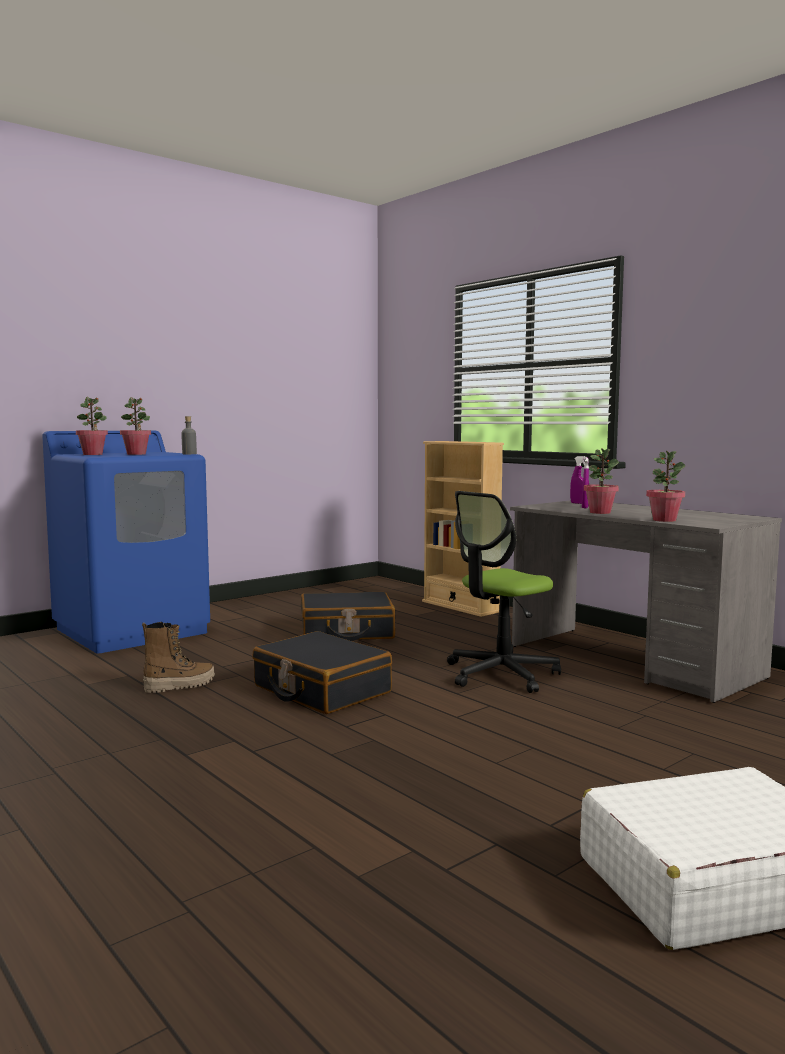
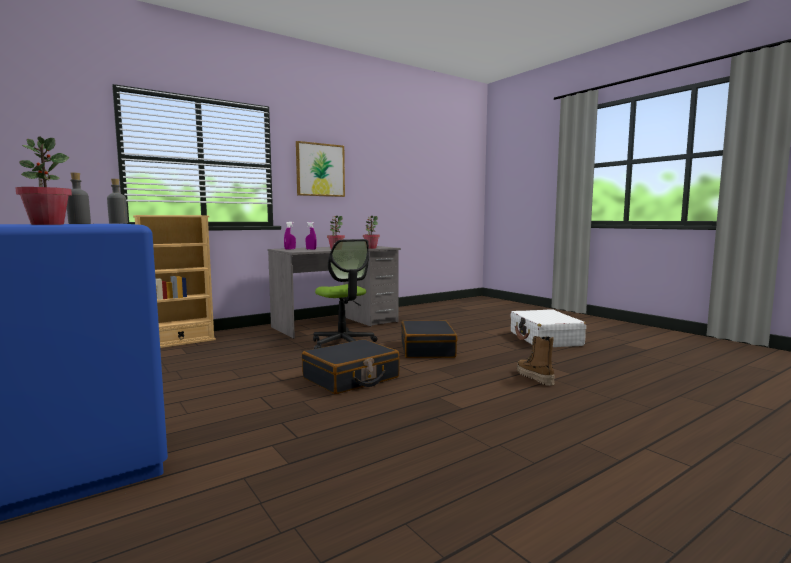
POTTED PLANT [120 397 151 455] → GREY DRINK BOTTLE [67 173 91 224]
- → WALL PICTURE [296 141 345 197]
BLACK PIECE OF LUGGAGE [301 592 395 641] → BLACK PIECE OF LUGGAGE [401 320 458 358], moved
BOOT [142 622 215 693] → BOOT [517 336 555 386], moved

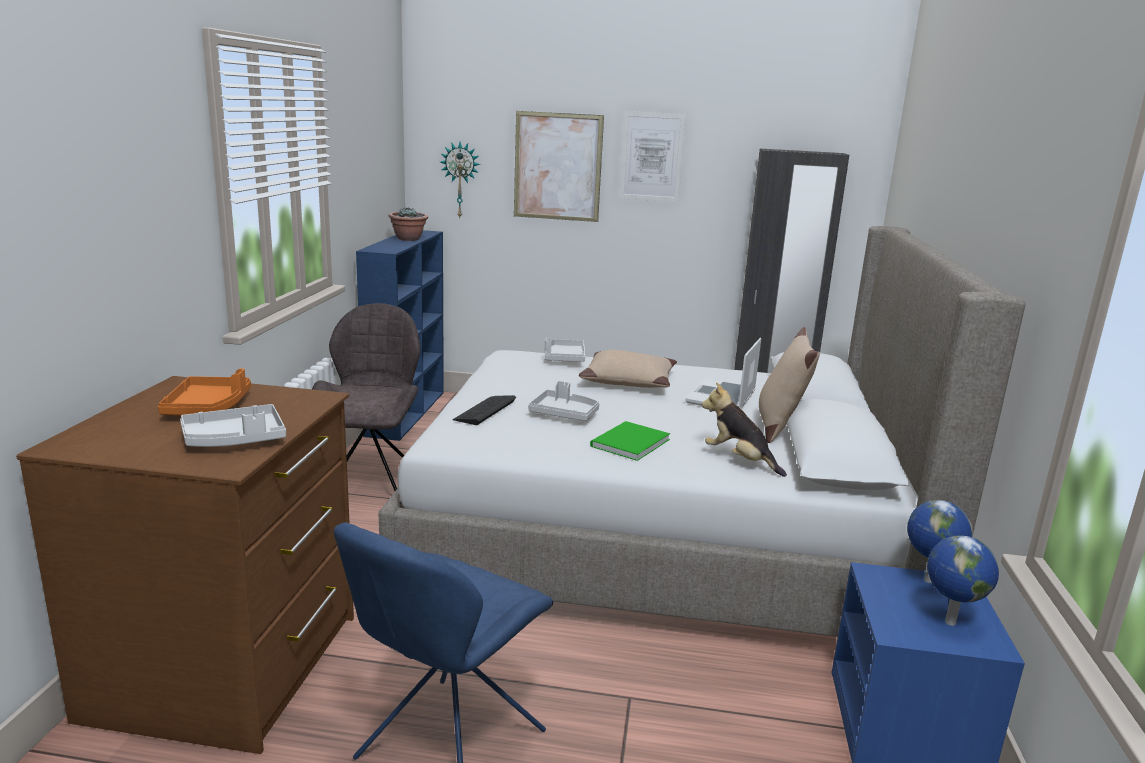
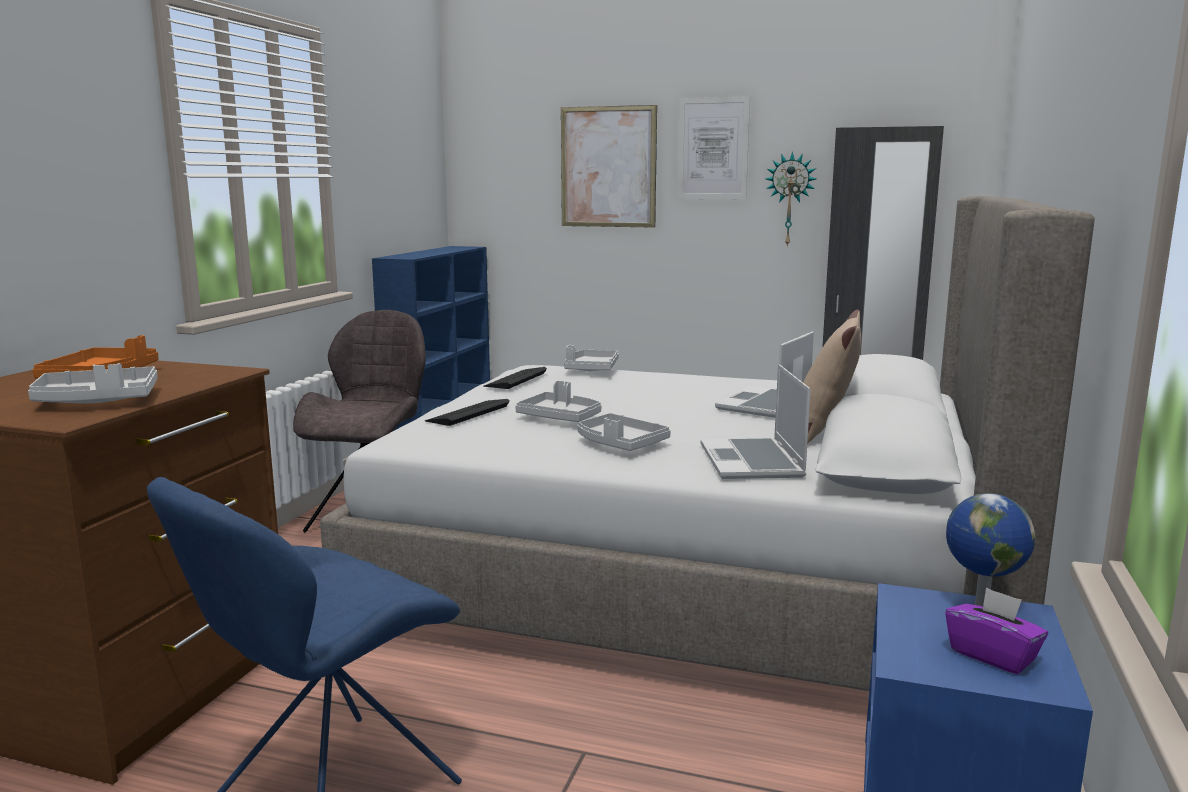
- → PC KEYBOARD [483 367 547 389]
GREEN BOUND BOOK [590 421 670 461] → GREY TRAY [577 413 671 451]
SOFT TOY [702 382 787 477] → LAPTOP [701 364 811 479]
HANGING CLOCK [440 142 481 219] → HANGING CLOCK [765 152 817 247], moved
GLOBE [927 535 999 626] → PURPLE-COLOURED BOX OF TISSUES [945 587 1048 675]
POTTED PLANT [388 207 428 241] → -
SAND-COLOURED THROW PILLOW [579 350 677 388] → -

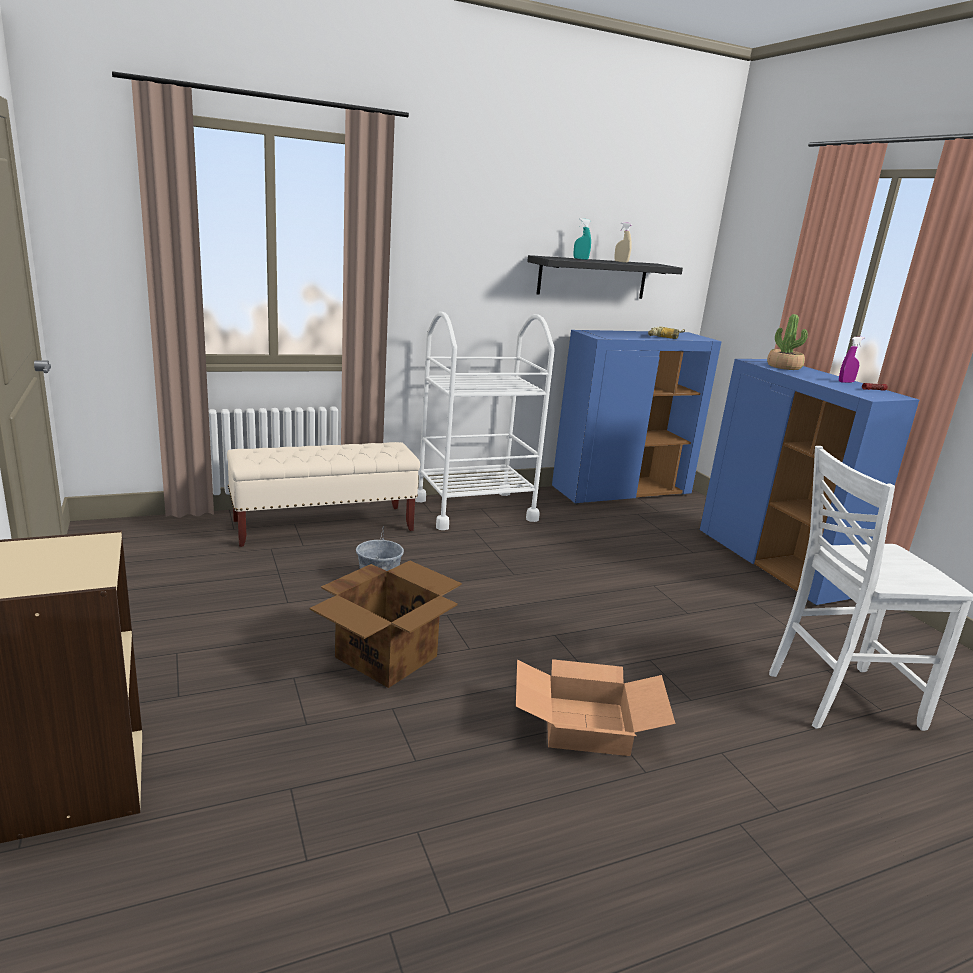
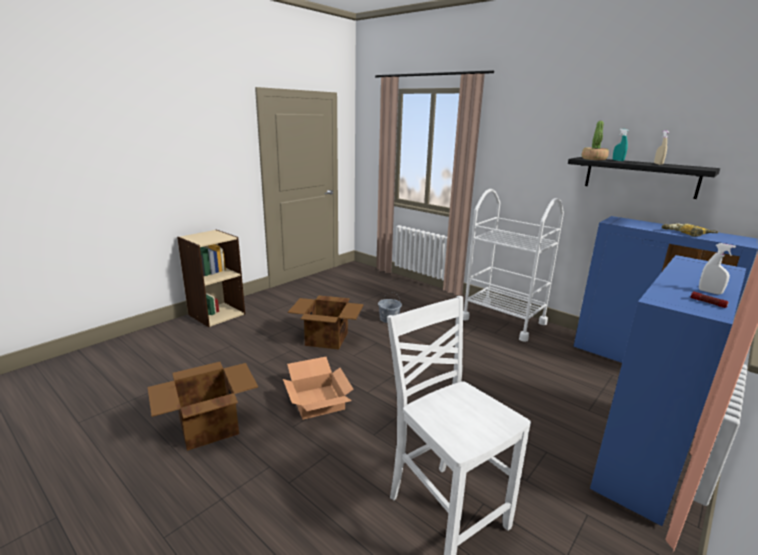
- → CARDBOARD BOX [148 362 258 451]
POTTED PLANT [767 314 808 370] → POTTED PLANT [582 121 609 160], moved
PURPLE-COLOURED SPRAY BOTTLE [839 337 865 383] → WHITISH SPRAY BOTTLE [699 243 736 294]
SAND-COLOURED LONG SEAT [227 442 420 547] → -

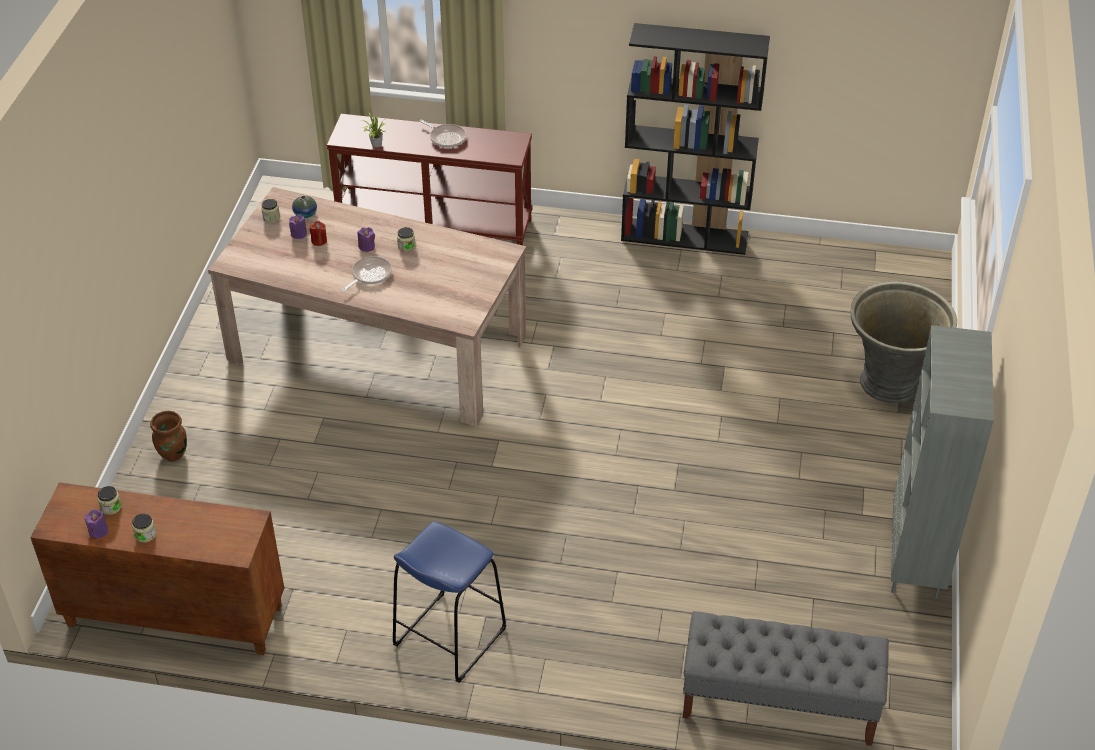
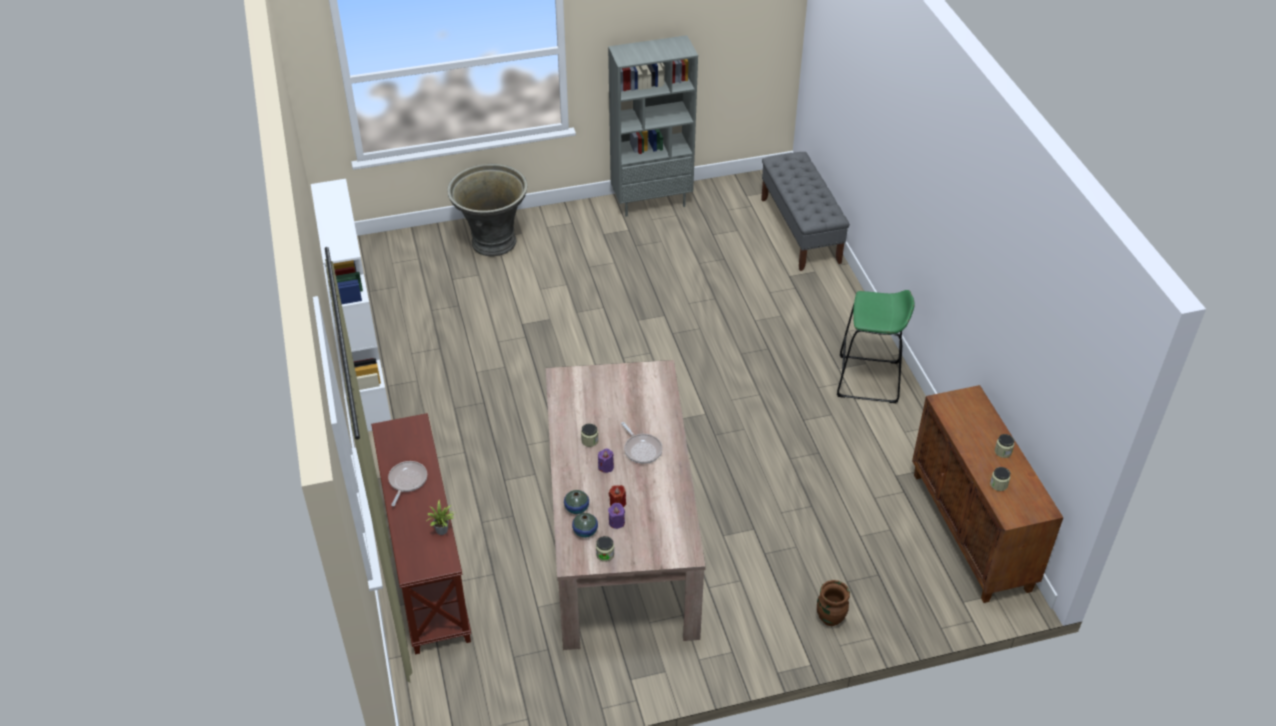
BLACK SHELVING UNIT [621 23 770 255] → WHITISH SHELVING UNIT [311 179 391 431]
- → VASE [564 490 589 514]
PAN [342 256 392 291] → PAN [621 422 663 464], 135 degrees counterclockwise
BLUE SITTING STOOL [393 521 506 683] → GREEN SITTING STOOL [837 290 915 403]
PURPLE-COLOURED WAX LIGHT [85 509 108 539] → -

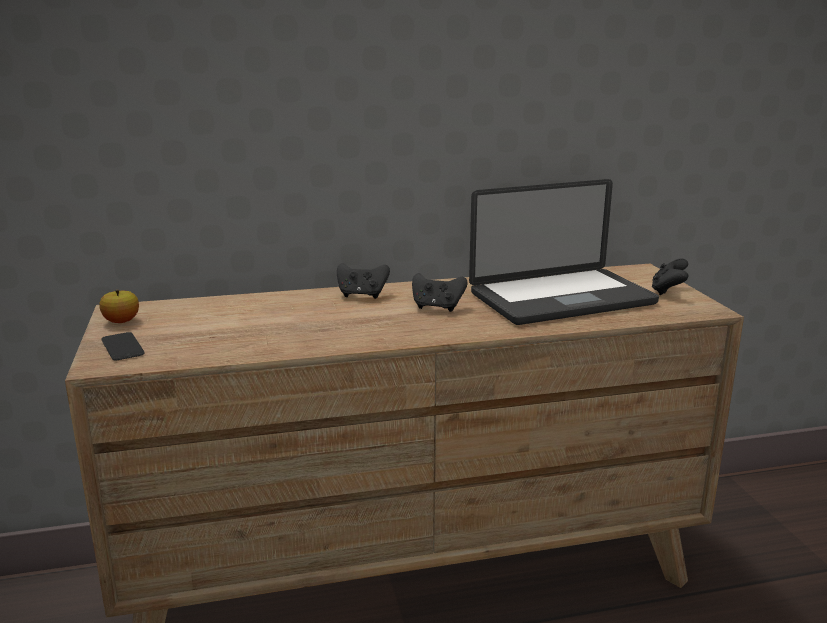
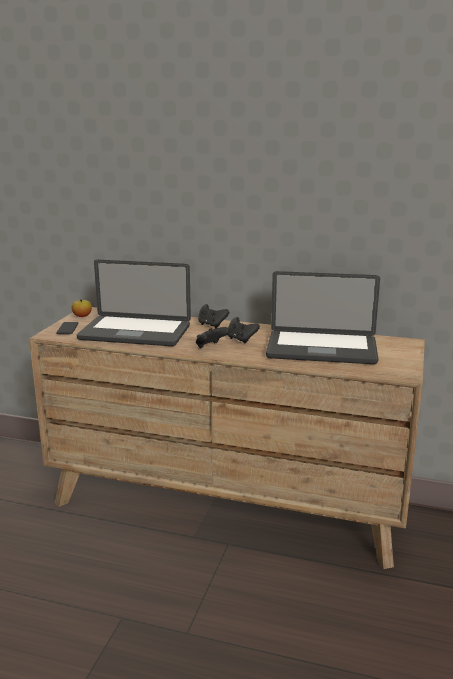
- → LAPTOP [77 260 191 346]
BLACK GAME CONTROLLER [652 259 689 295] → BLACK GAME CONTROLLER [196 327 230 348], moved

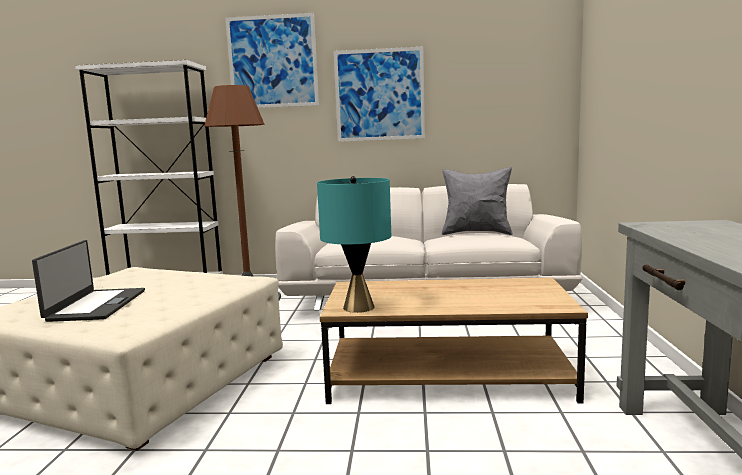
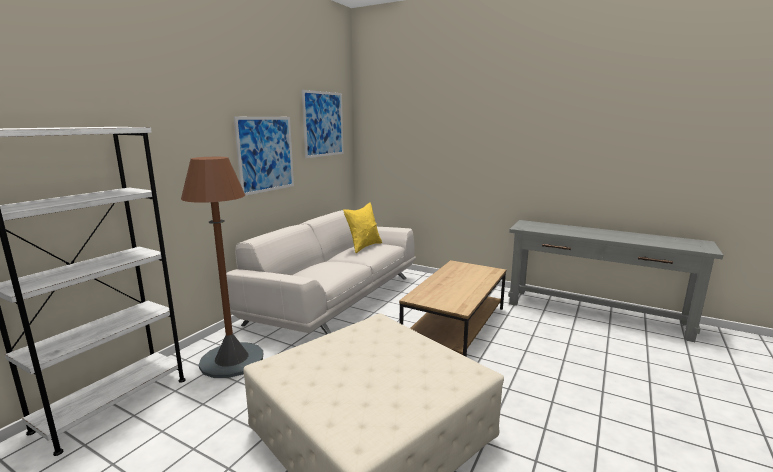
WALL PICTURE [226 13 319 108] → WALL PICTURE [302 90 344 158], moved
GREY THROW PILLOW [442 167 513 235] → YELLOWISH THROW PILLOW [343 202 382 253]
LAPTOP [32 240 145 322] → -
TURQUOISE-COLOURED LAMP FOR A TABLE [317 176 391 313] → -

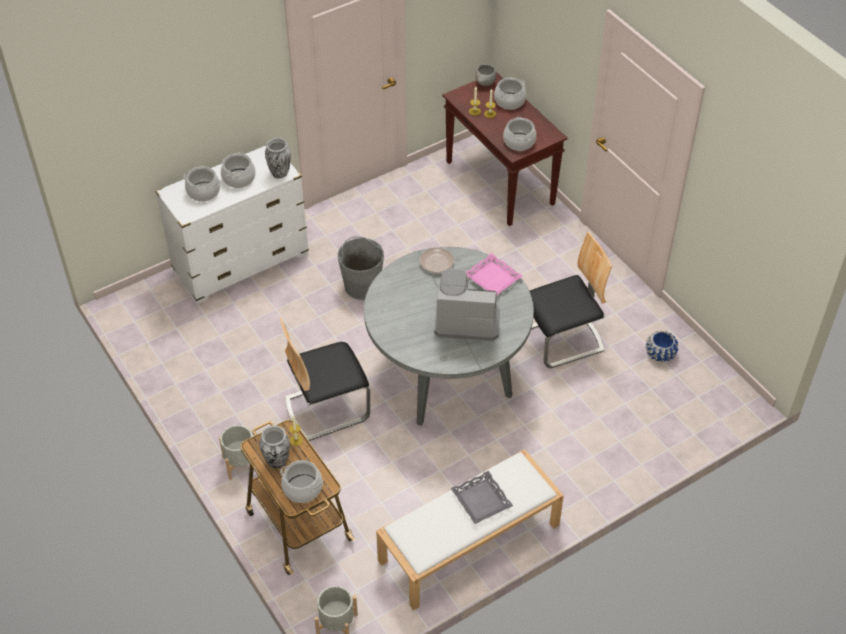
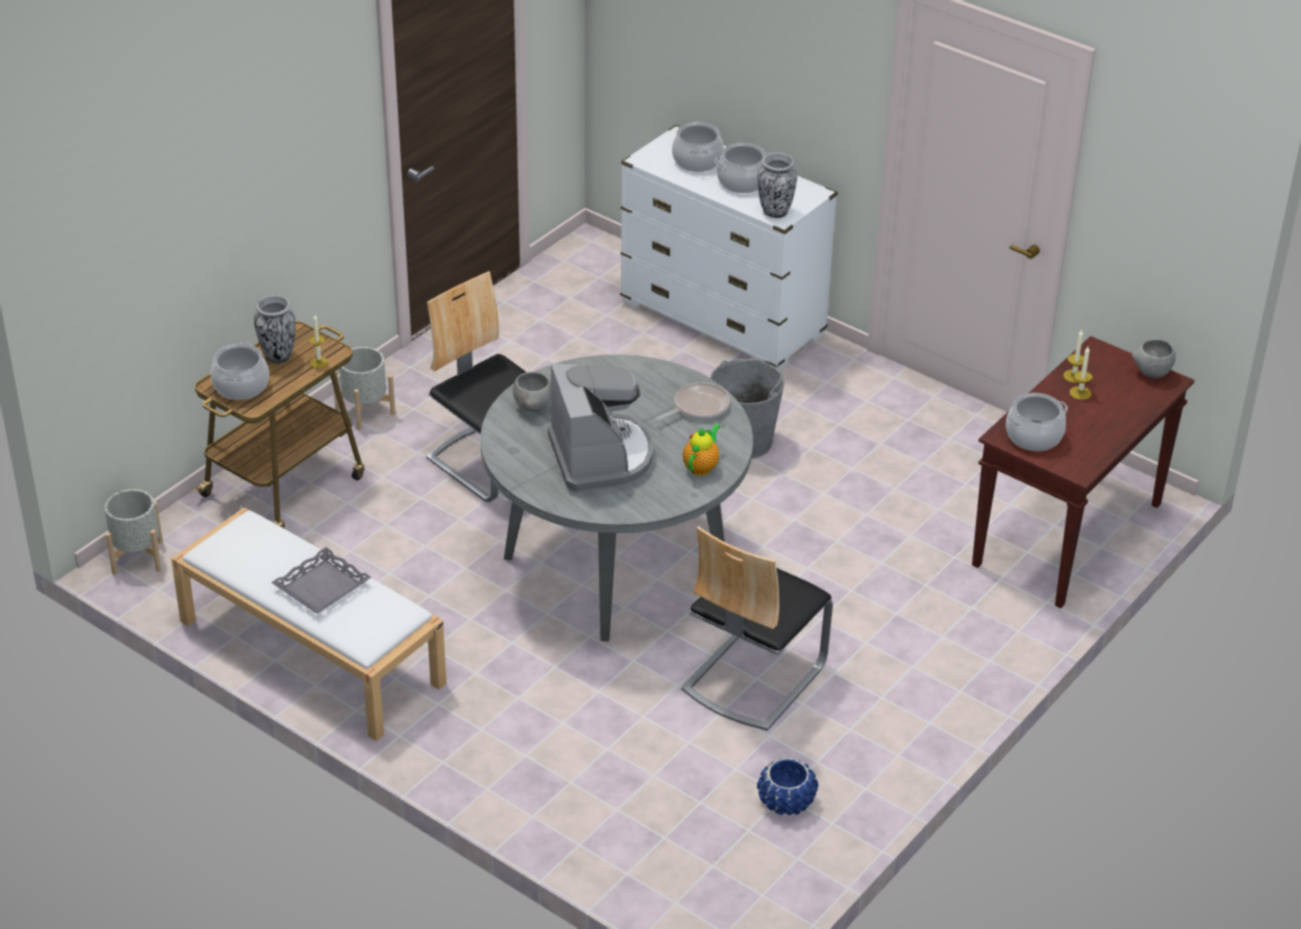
- → GREY SERVING BOWL [513 372 551 412]
PLAIN CHAIR [530 232 612 368] → PLAIN CHAIR [681 526 833 731], 75 degrees clockwise
PINK-COLOURED TRAY [466 253 522 296] → TEAPOT [683 424 720 476]
SAUCEPOT [494 78 526 110] → -

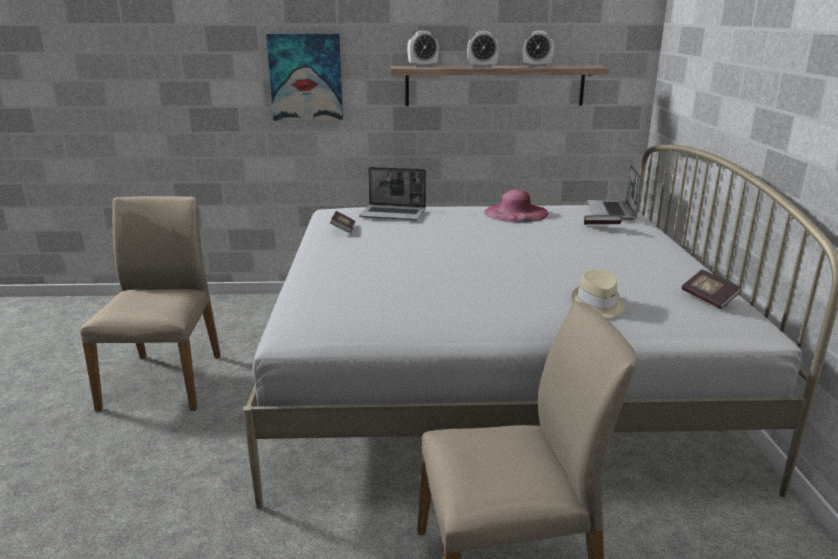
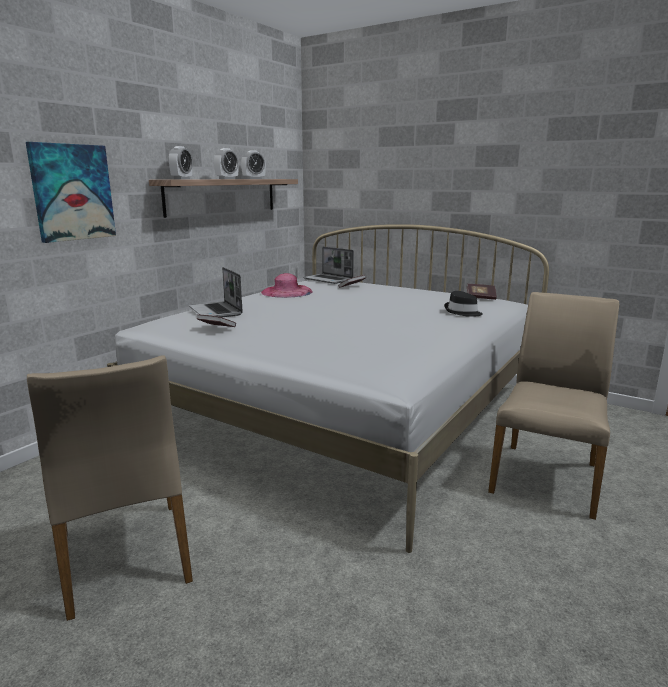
SAND-COLOURED PLAIN CHAIR [81 196 221 411] → SAND-COLOURED PLAIN CHAIR [27 355 193 621], 150 degrees counterclockwise
LAPTOP [359 167 426 220] → LAPTOP [189 267 243 317], 105 degrees clockwise
SAND-COLOURED CLOTHING HAT [571 269 625 317] → BLACK CLOTHING HAT [444 291 483 317]

